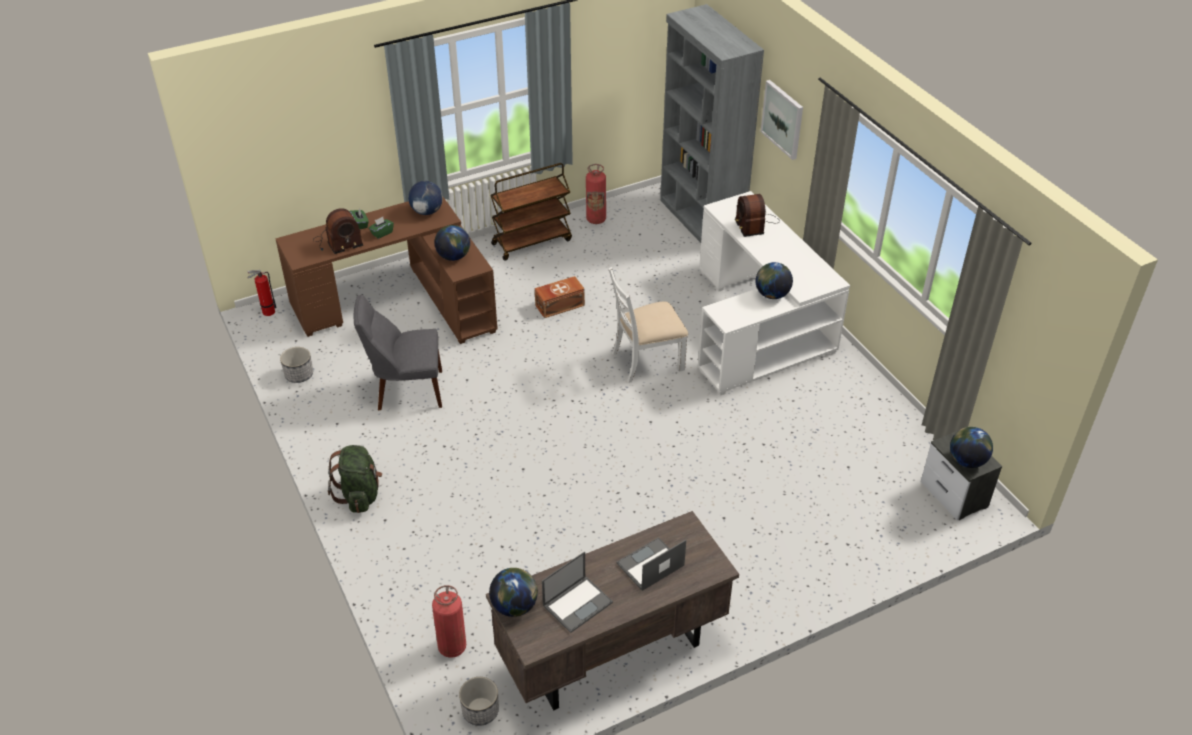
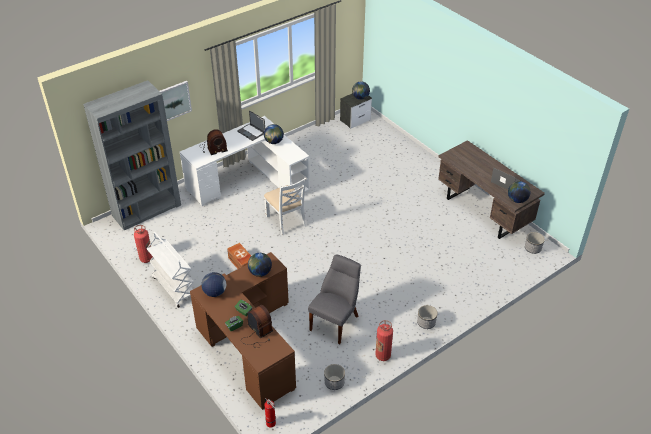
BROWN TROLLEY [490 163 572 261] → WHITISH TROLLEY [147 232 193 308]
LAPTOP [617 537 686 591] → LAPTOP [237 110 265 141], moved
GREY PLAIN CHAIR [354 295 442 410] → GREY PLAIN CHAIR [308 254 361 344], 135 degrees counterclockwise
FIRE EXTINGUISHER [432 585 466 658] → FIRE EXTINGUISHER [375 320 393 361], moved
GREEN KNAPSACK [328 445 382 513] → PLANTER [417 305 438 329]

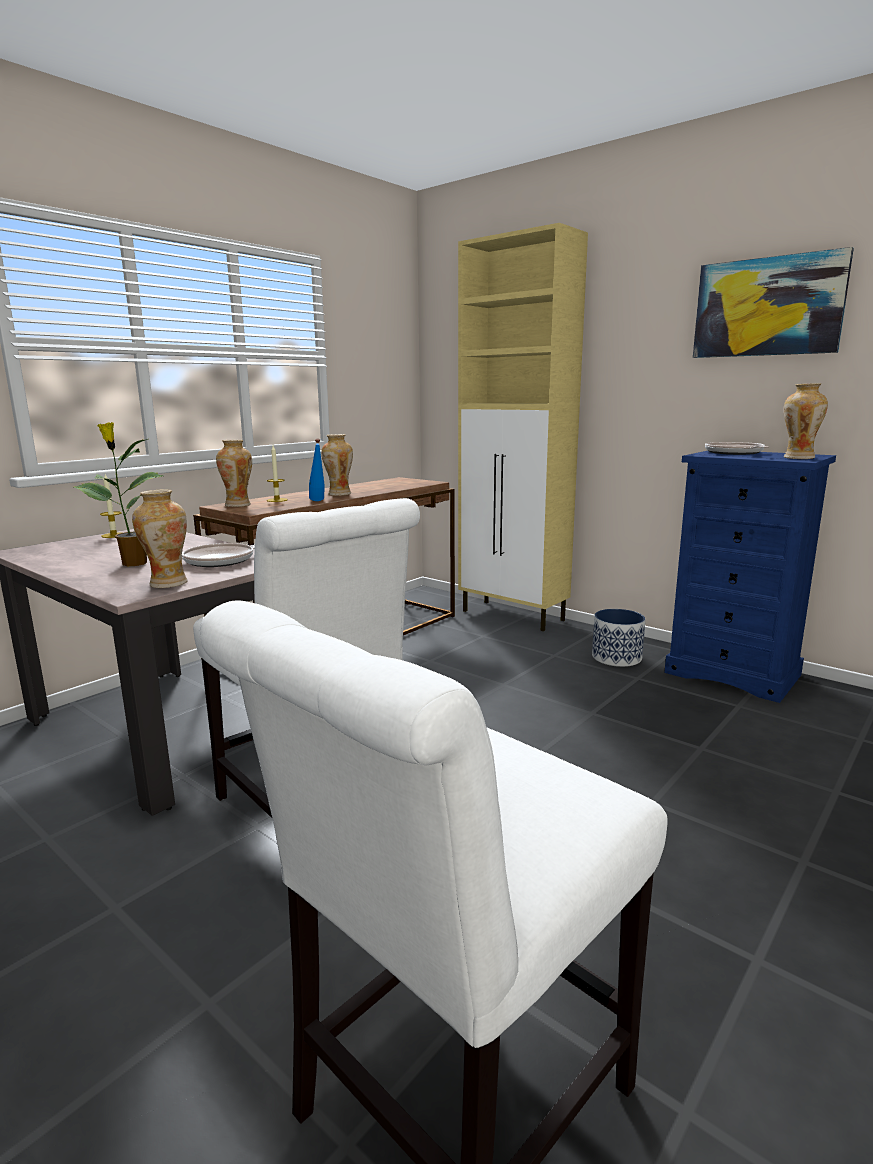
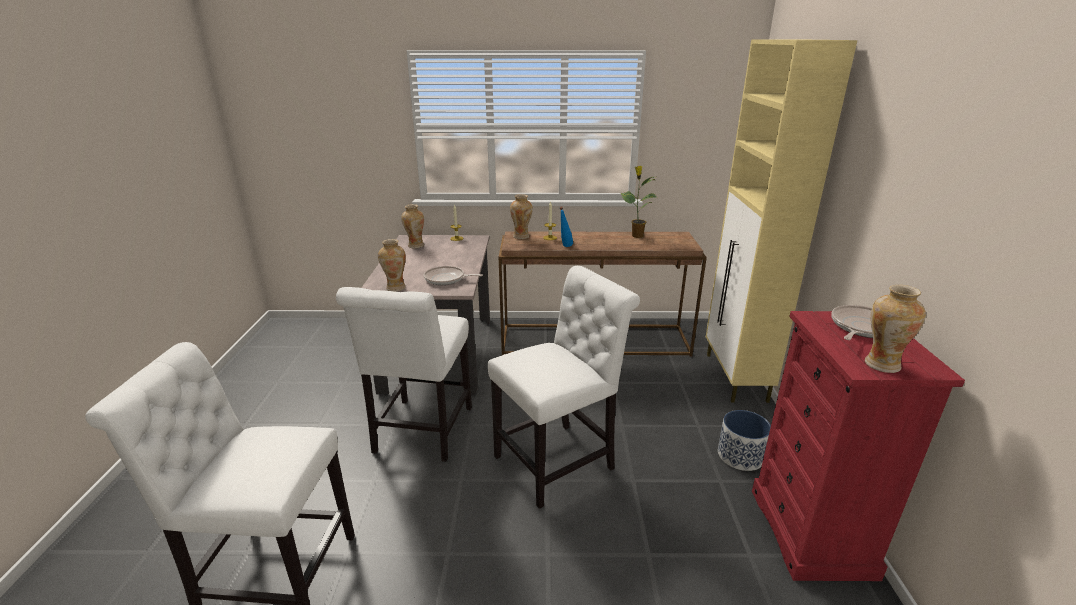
VASE [321 434 353 496] → VASE [401 204 424 249], moved
- → WHITISH PLAIN CHAIR [488 266 640 509]
POTTED PLANT [74 422 164 566] → POTTED PLANT [621 166 657 238], moved
BLUE CHEST OF DRAWERS [664 451 836 703] → RED CHEST OF DRAWERS [752 311 965 581]
WALL PICTURE [693 247 854 358] → -

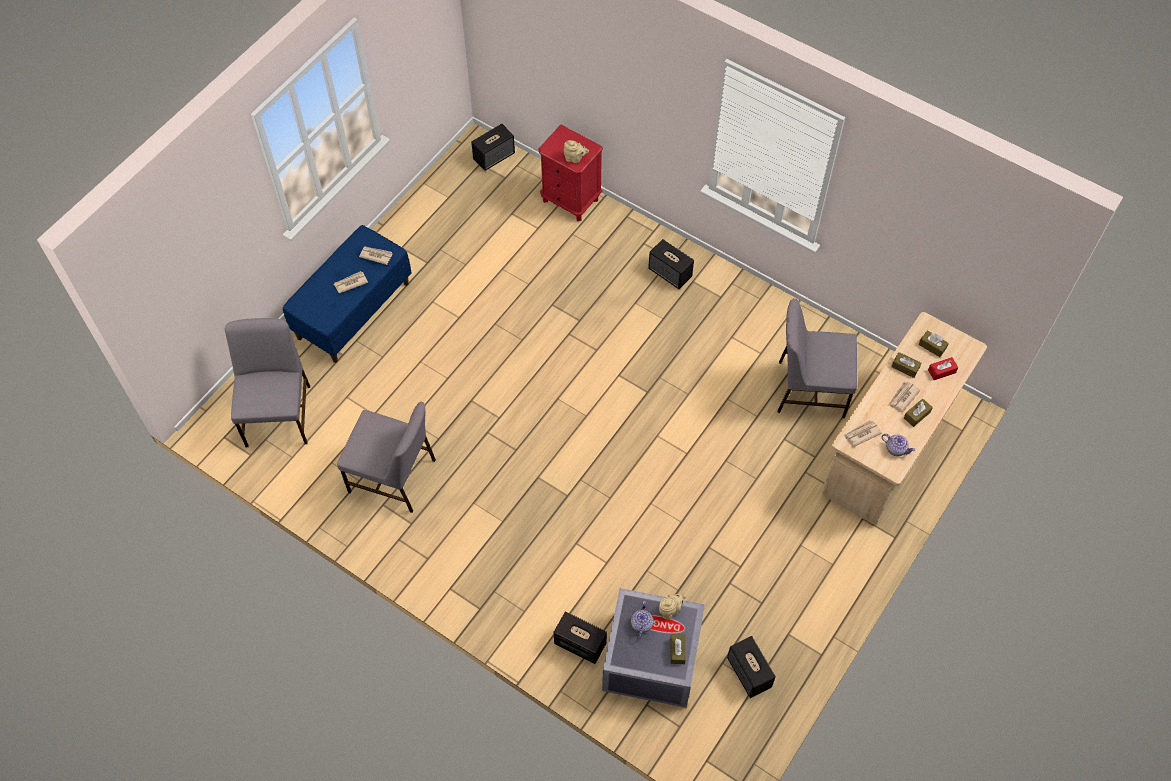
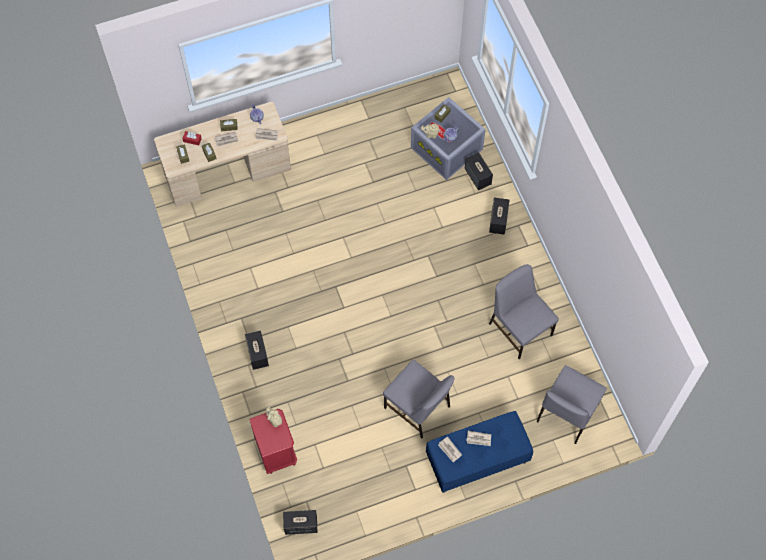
GREY PLAIN CHAIR [777 299 857 418] → GREY PLAIN CHAIR [383 360 454 438], moved
LOUDSPEAKER [727 636 776 698] → LOUDSPEAKER [489 198 509 235], moved

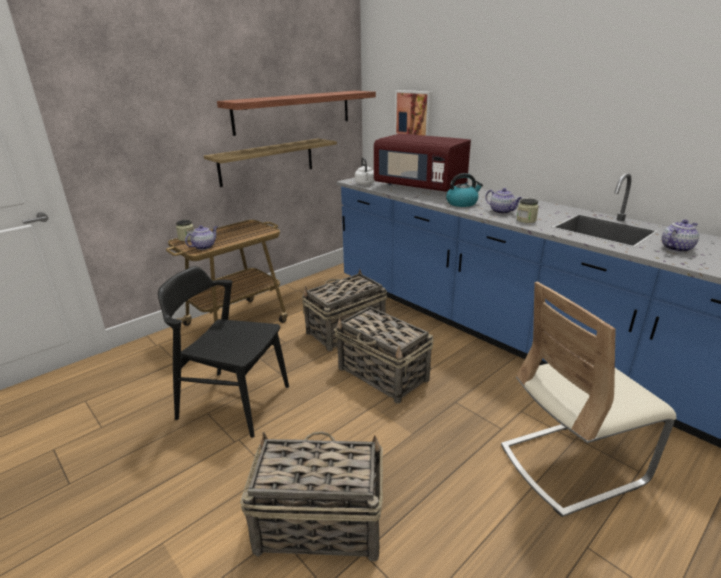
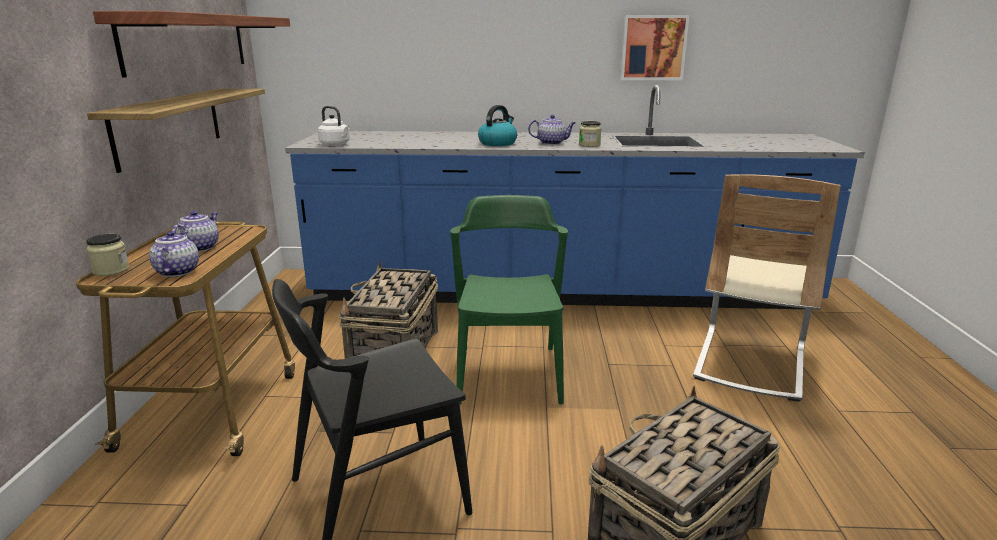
TEAPOT [662 220 699 252] → TEAPOT [172 211 219 252], moved
BASKET [334 307 434 404] → GREEN PLAIN CHAIR [450 195 568 405]
WALL PICTURE [394 90 433 136] → WALL PICTURE [620 15 690 80], moved
RED KITCHEN MICROWAVE [374 134 471 192] → -

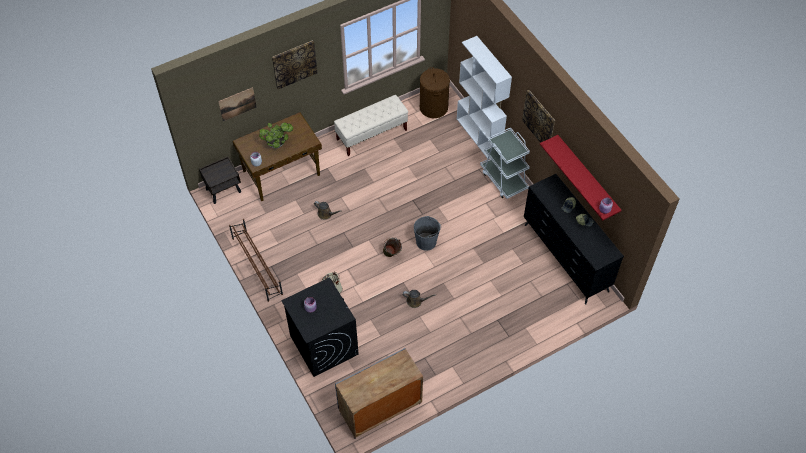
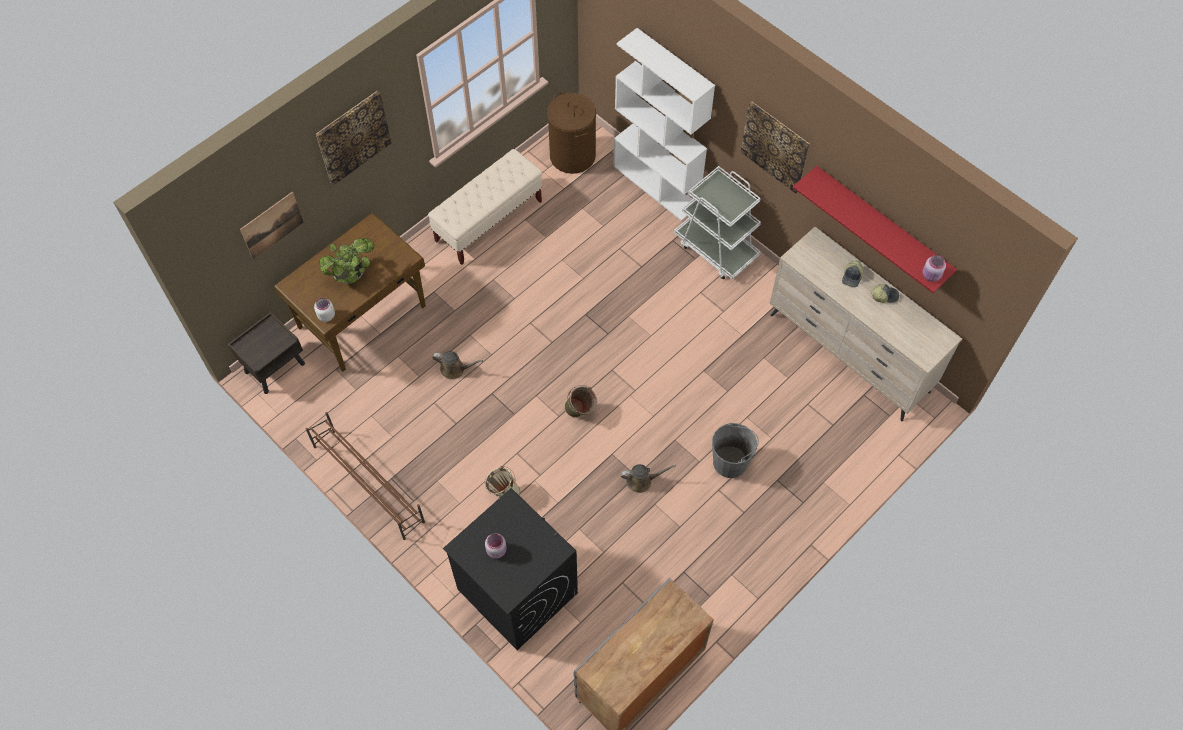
GREY WATER BUCKET [414 216 441 251] → GREY WATER BUCKET [712 423 759 478], moved
BLACK CHEST OF DRAWERS [524 174 624 304] → SAND-COLOURED CHEST OF DRAWERS [770 227 962 421]

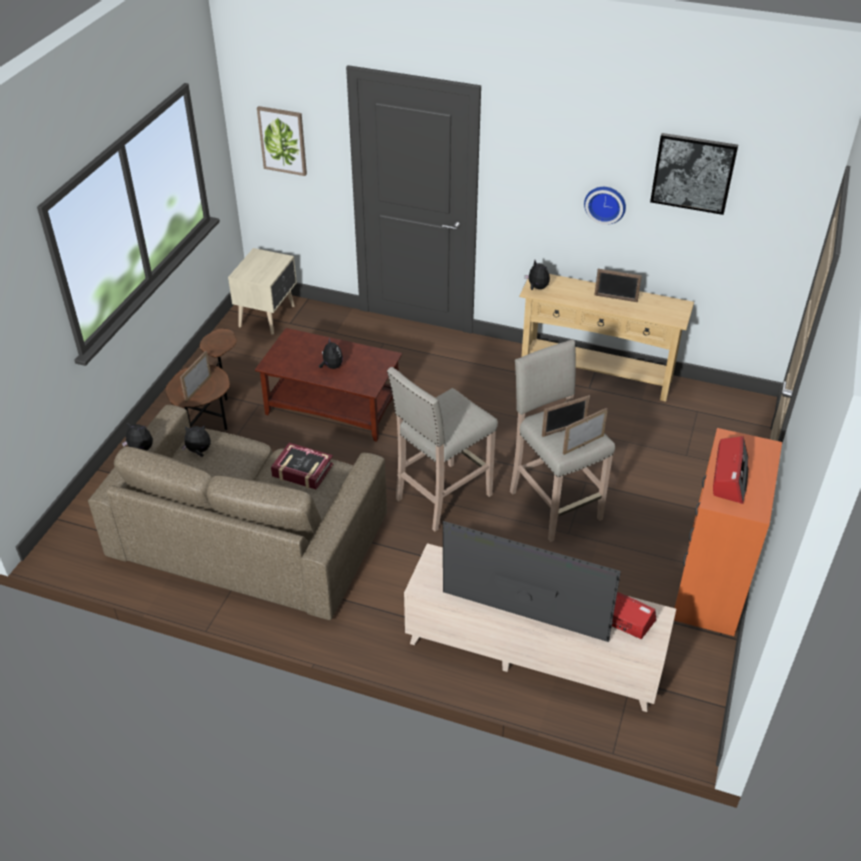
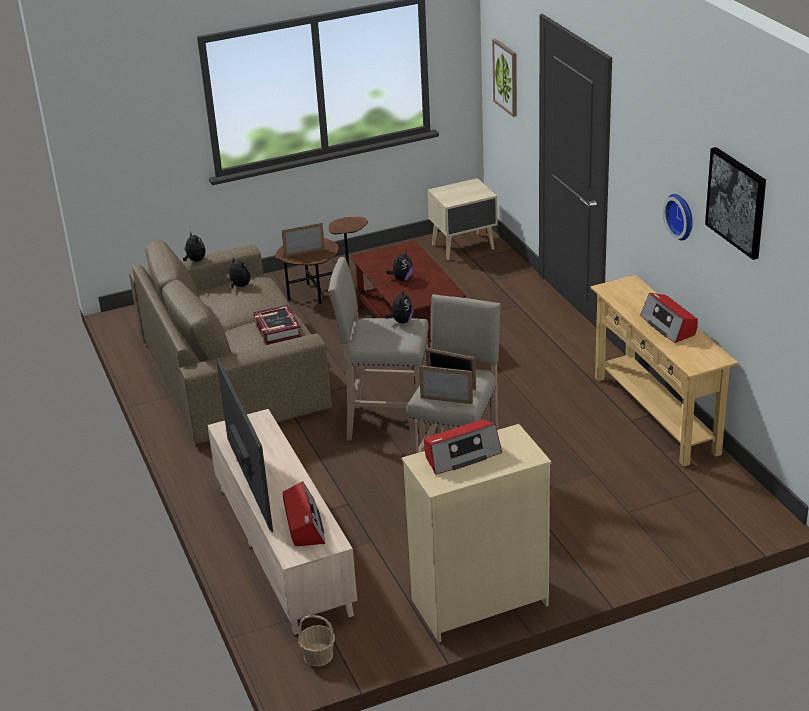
- → BASKET [298 615 335 667]
SOFT TOY [525 260 550 290] → SOFT TOY [384 289 413 324], moved
ORANGE CHEST OF DRAWERS [674 428 782 636] → SAND-COLOURED CHEST OF DRAWERS [402 424 551 642]
PHOTO FRAME [595 269 642 302] → RADIO [640 293 698 343]

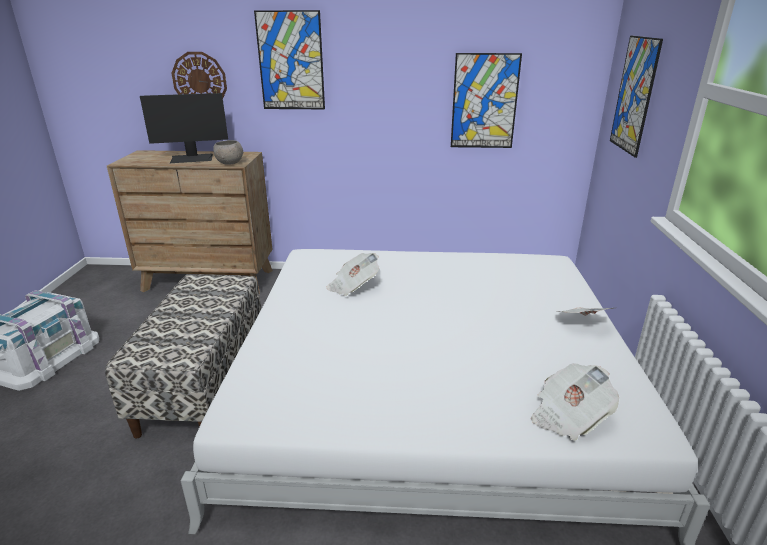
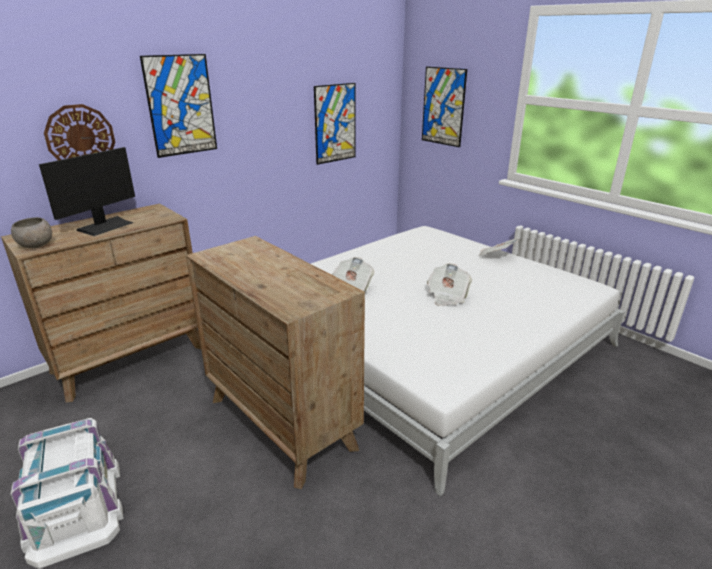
GREY SERVING BOWL [213 140 244 165] → GREY SERVING BOWL [11 217 52 248], moved
LONG SEAT [105 275 261 439] → BROWN CHEST OF DRAWERS [186 236 365 489]
DAILY PAPER [531 363 619 441] → DAILY PAPER [427 263 472 306], moved

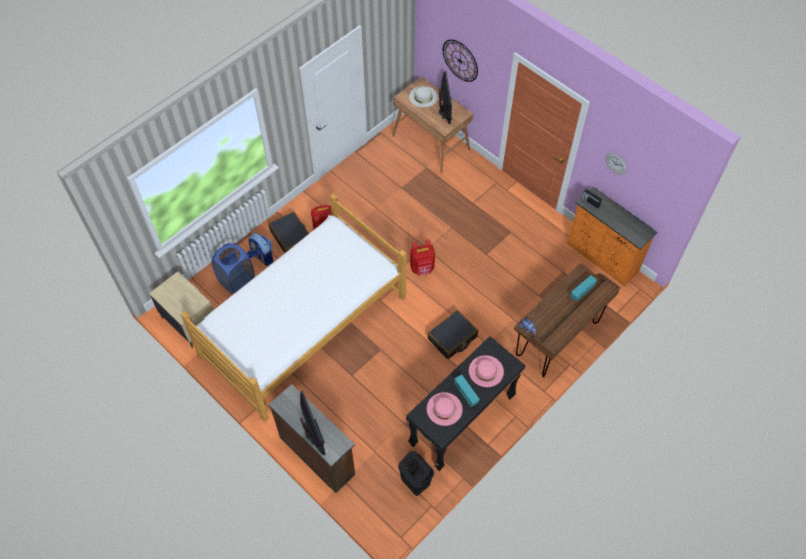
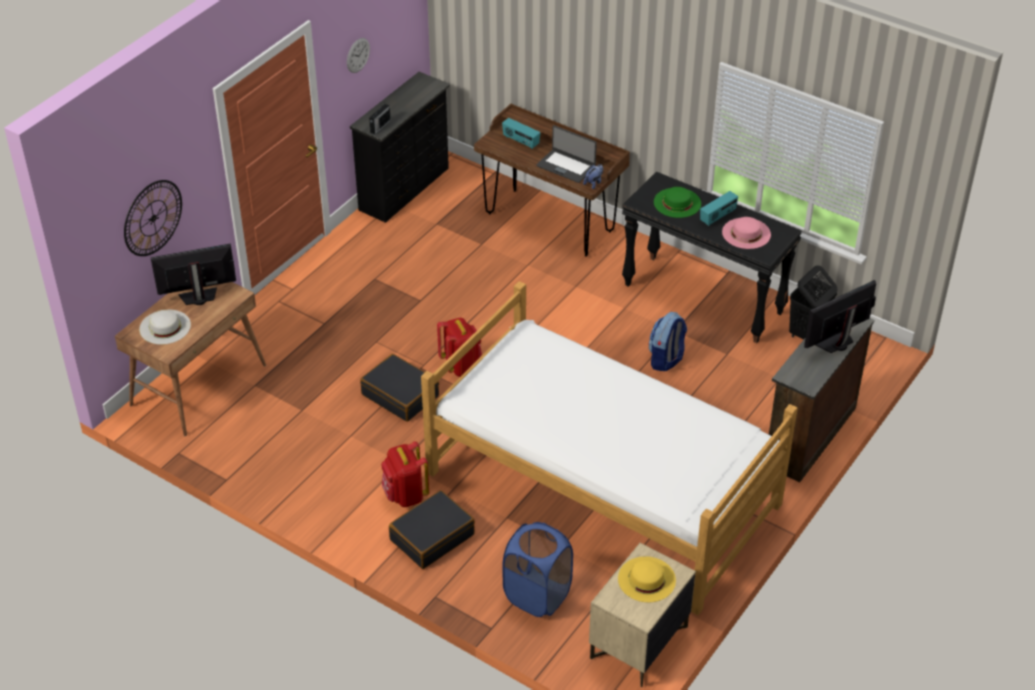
ORANGE CHEST OF DRAWERS [567 187 657 286] → BLACK CHEST OF DRAWERS [350 72 450 223]
BLACK PIECE OF LUGGAGE [428 310 478 359] → BLACK PIECE OF LUGGAGE [360 354 439 422], moved
- → LAPTOP [536 125 597 183]
- → YELLOWISH CLOTHING HAT [618 556 676 602]
KNAPSACK [247 233 273 266] → KNAPSACK [648 312 687 371], moved
PINK-COLOURED CLOTHING HAT [469 355 504 387] → GREEN CLOTHING HAT [654 187 701 218]

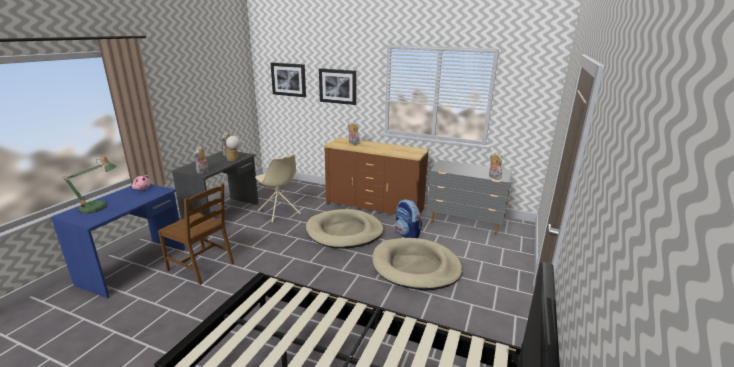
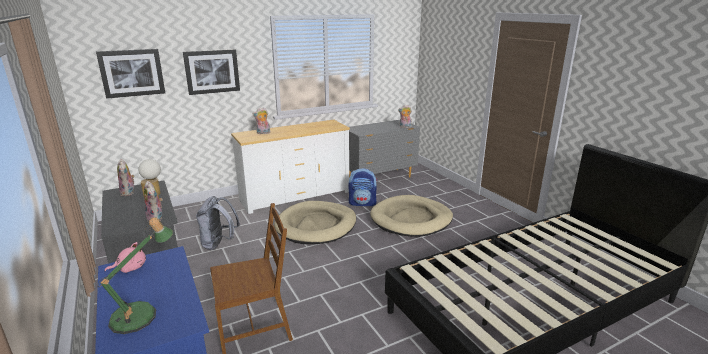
SAND-COLOURED PLAIN CHAIR [255 155 301 223] → GREY KNAPSACK [196 196 240 250]
BROWN CHEST OF DRAWERS [324 137 429 215] → WHITISH CHEST OF DRAWERS [231 120 350 214]

